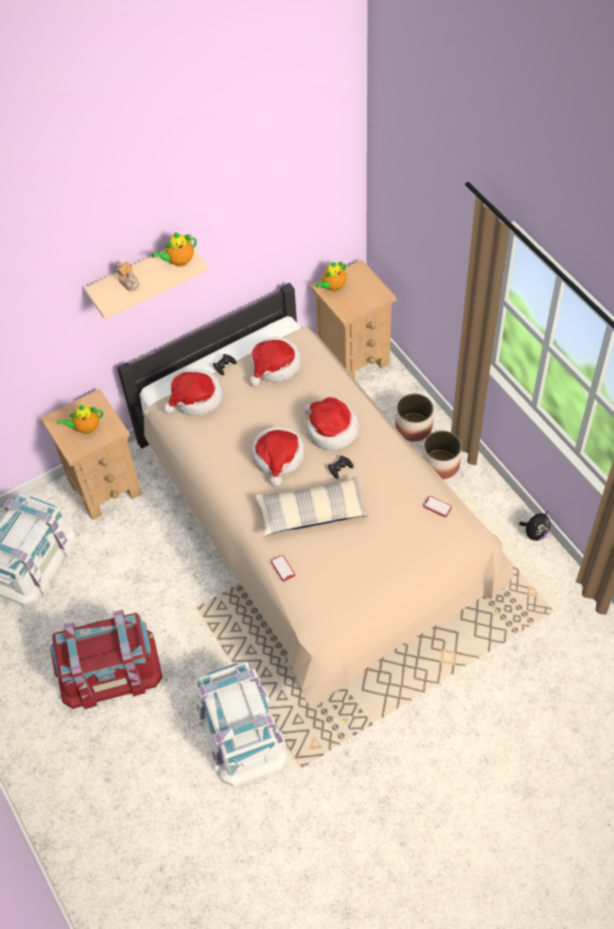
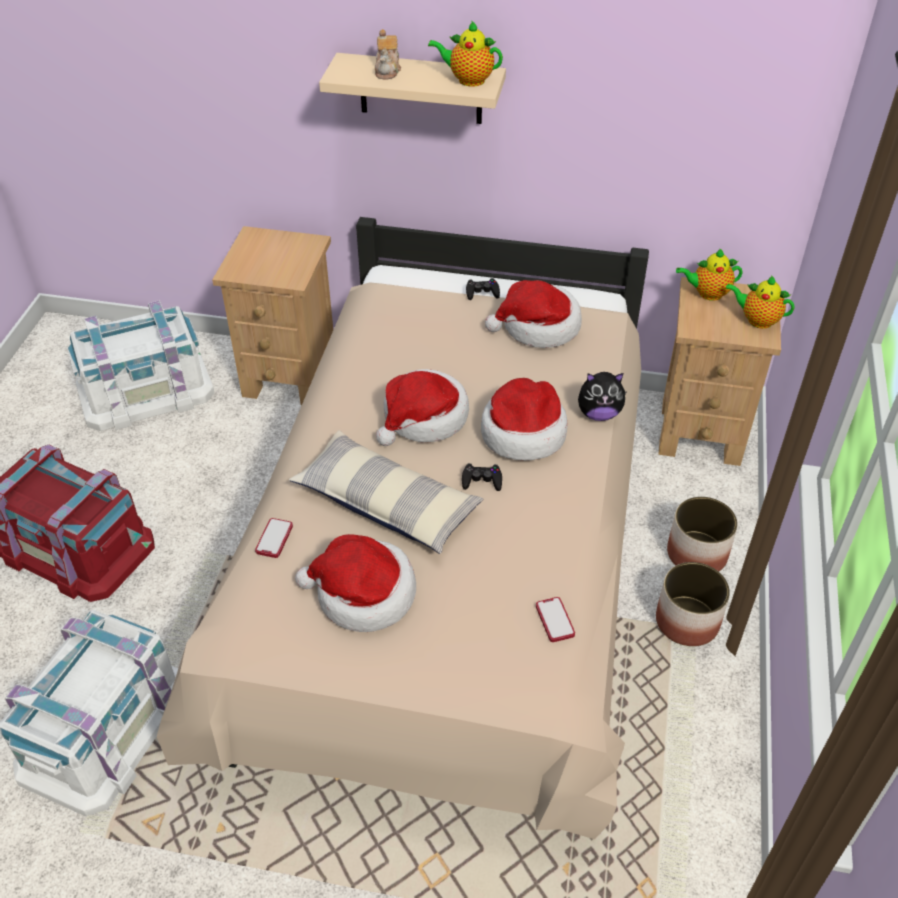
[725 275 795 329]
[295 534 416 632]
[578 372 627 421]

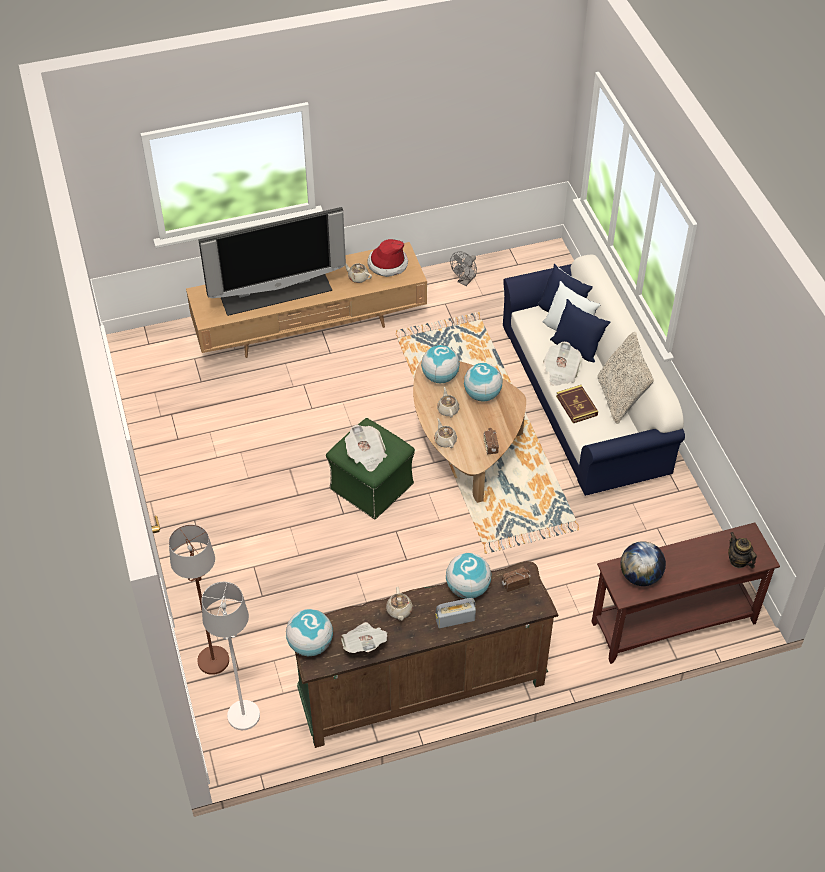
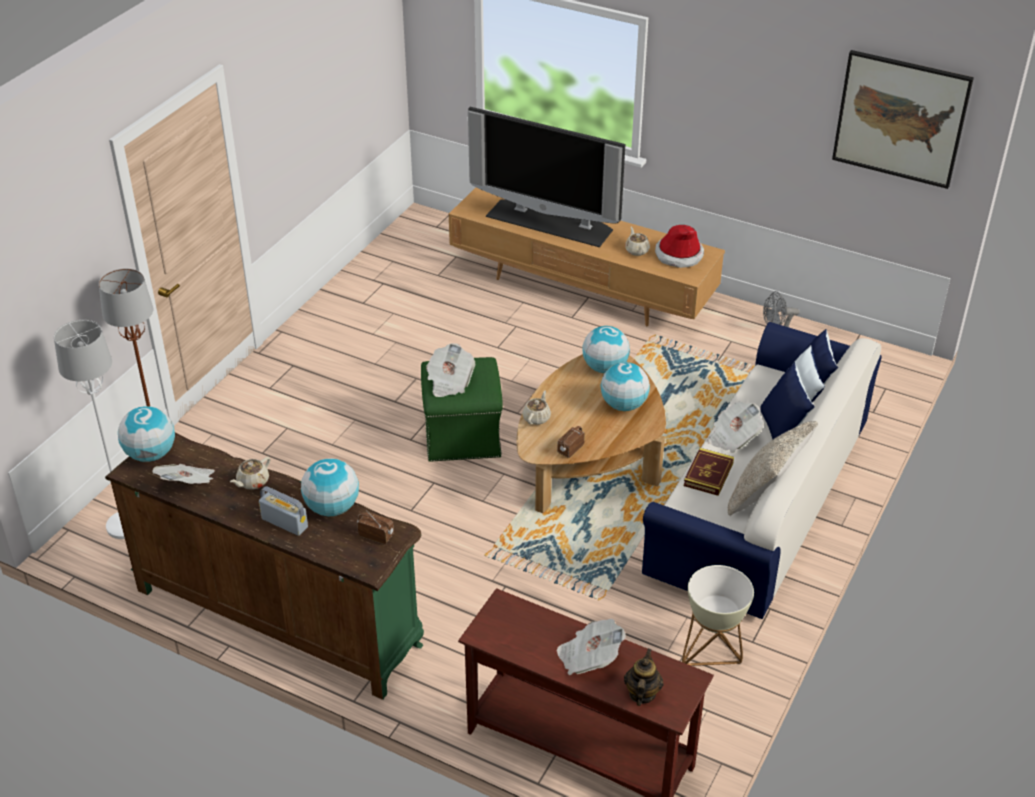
[437 387 459 418] (first image)
[621 541 666 586] (first image)
[557 619 626 675]
[682 565 754 666]
[832 50 974 189]

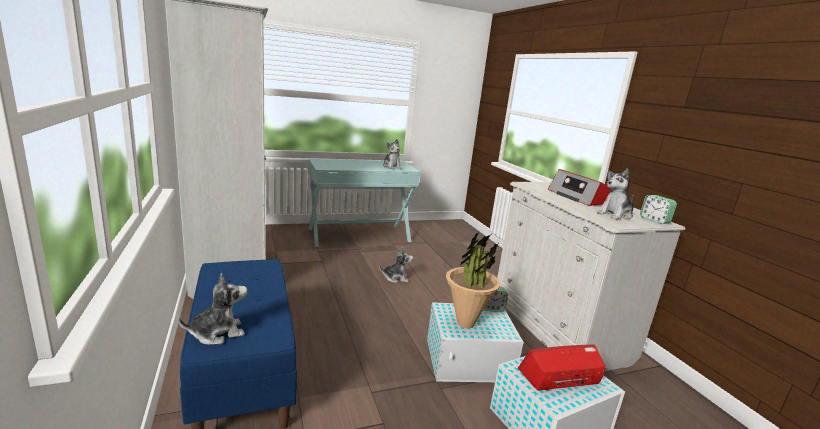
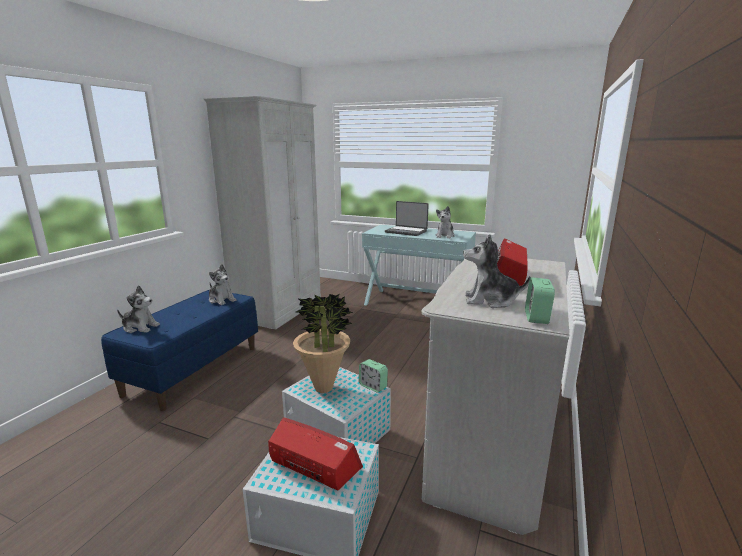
[209 264 236 305]
[385 201 429 236]

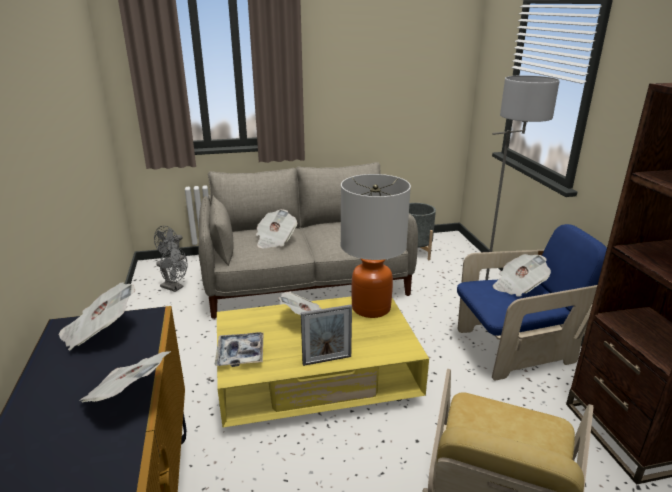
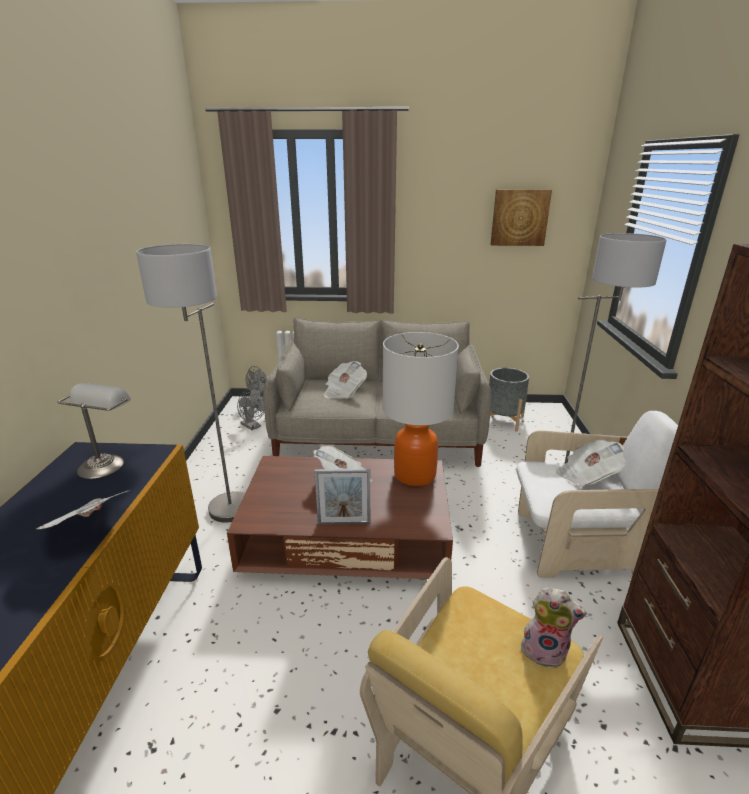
[57 383 131 479]
[215 332 264 367] (first image)
[227 456 453 580]
[516 411 678 578]
[136 244 245 522]
[491 189 552 246]
[521 587 587 669]

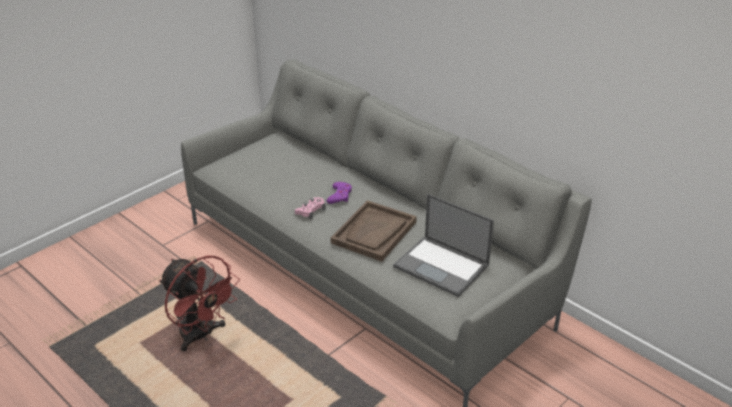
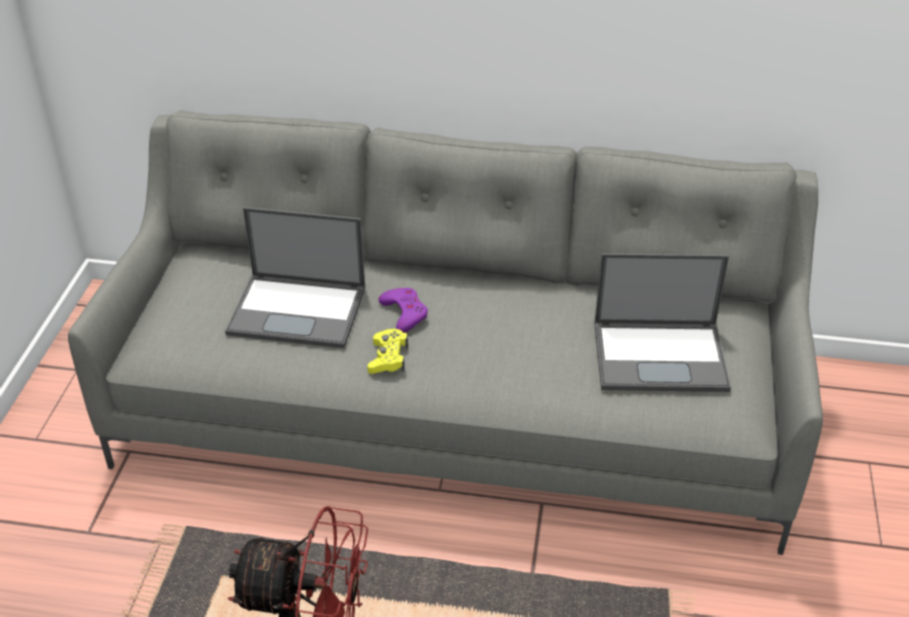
[368 329 408 374]
[331 200 417 262] (first image)
[225 207 365 348]

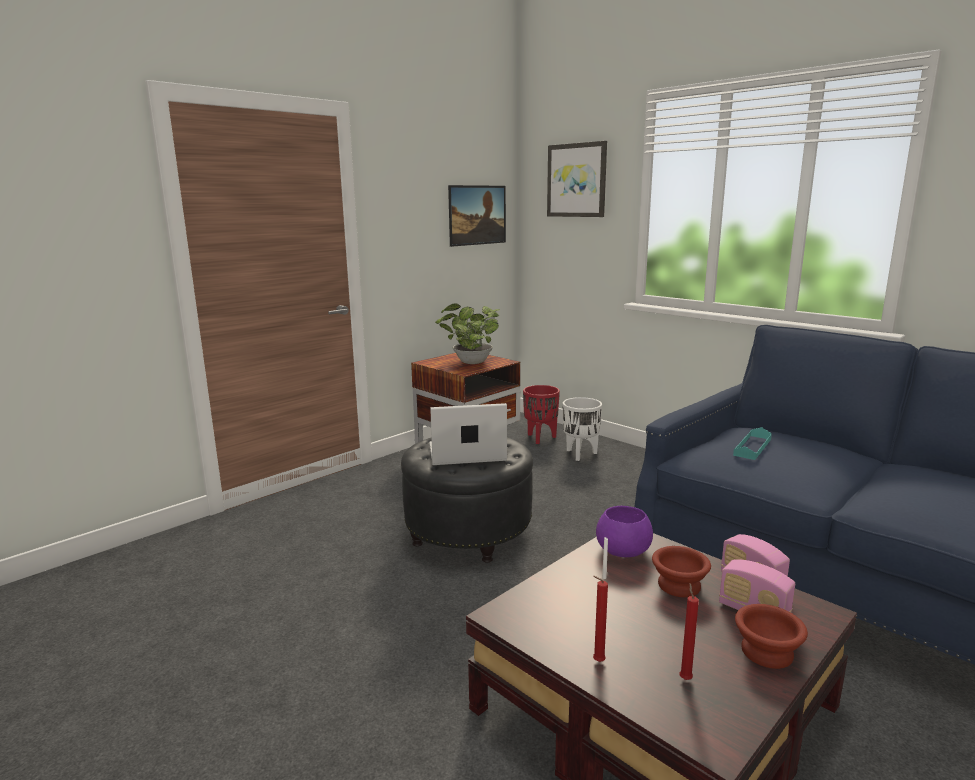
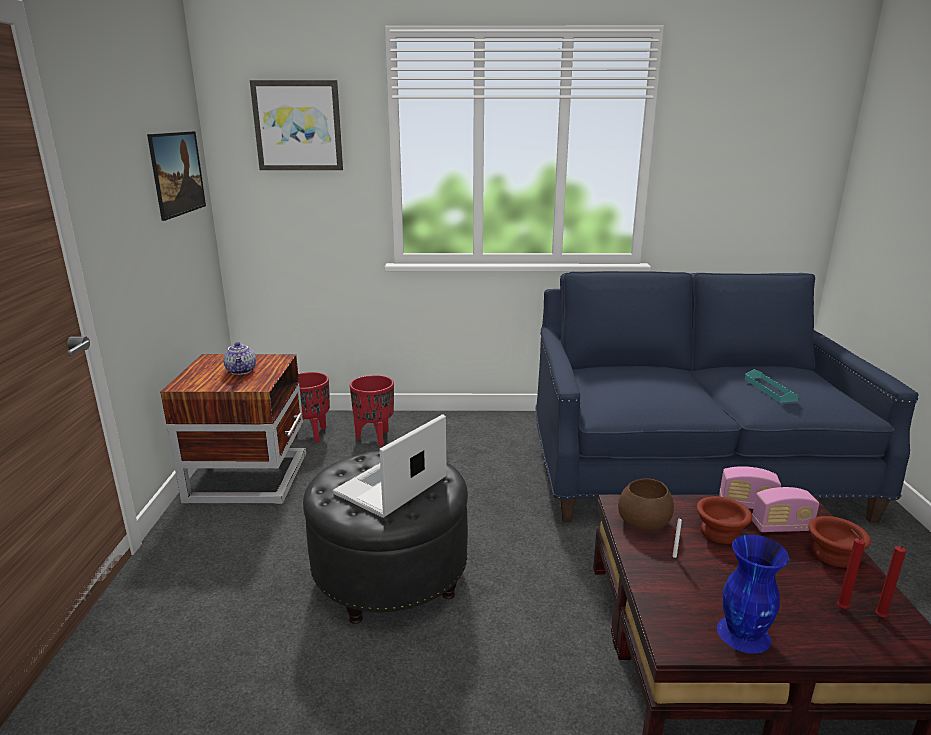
[223 342 256 375]
[350 375 394 447]
[875 545 906 618]
[618 478 674 531]
[745 369 799 403]
[717 534 789 654]

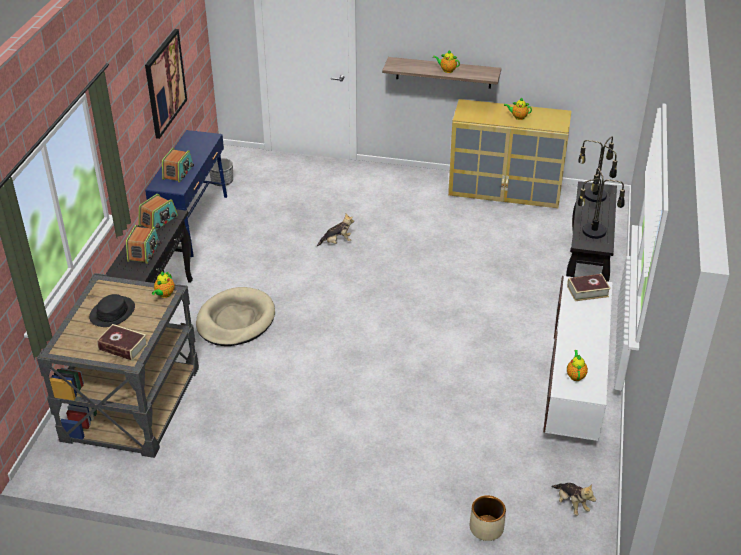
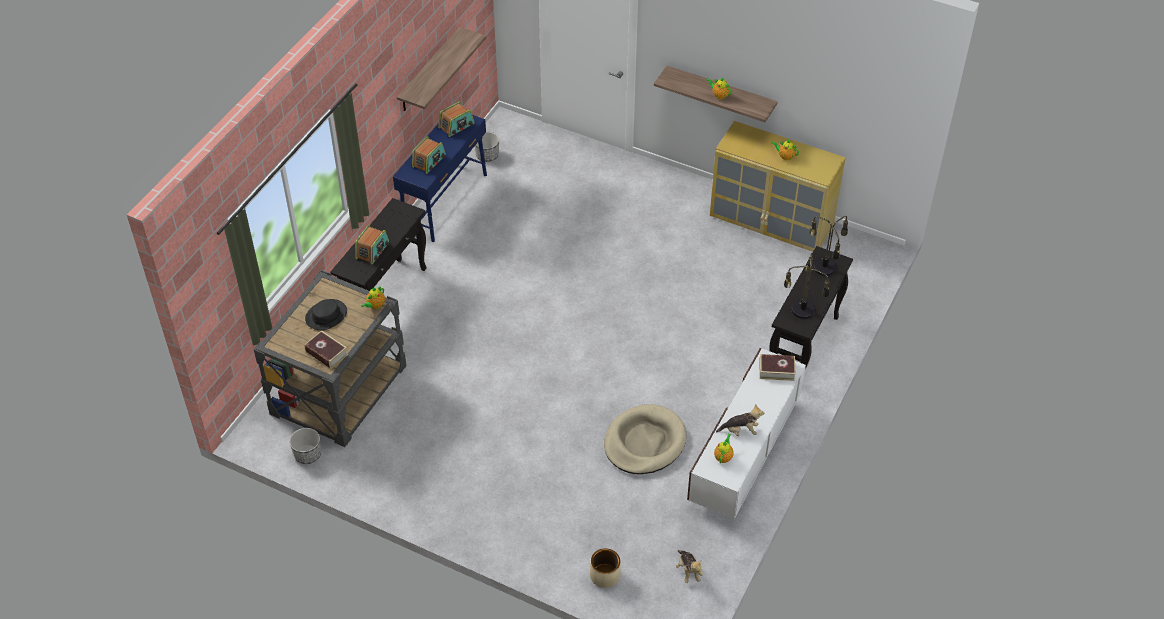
[438 102 475 137]
[397 27 486 111]
[604 404 686 474]
[716 404 764 436]
[289 428 321 464]

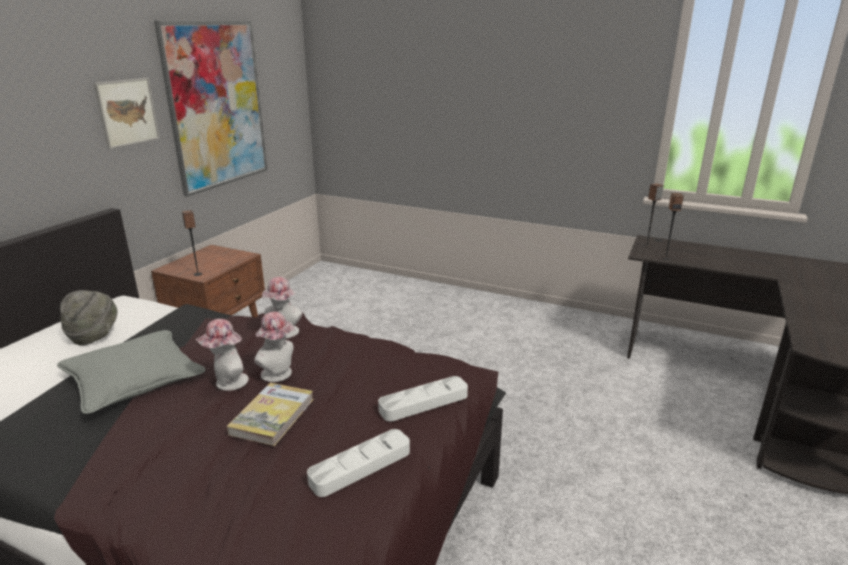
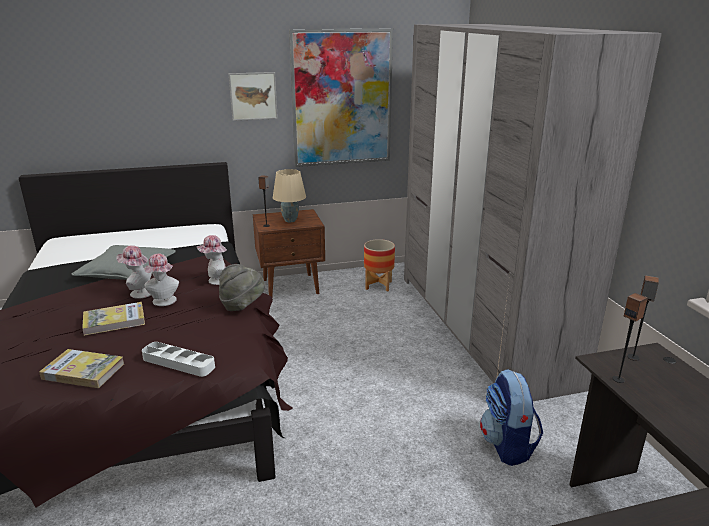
[219 264 265 311]
[39 349 124 388]
[273 169 306 222]
[364 239 395 292]
[404 24 662 401]
[480 369 543 466]

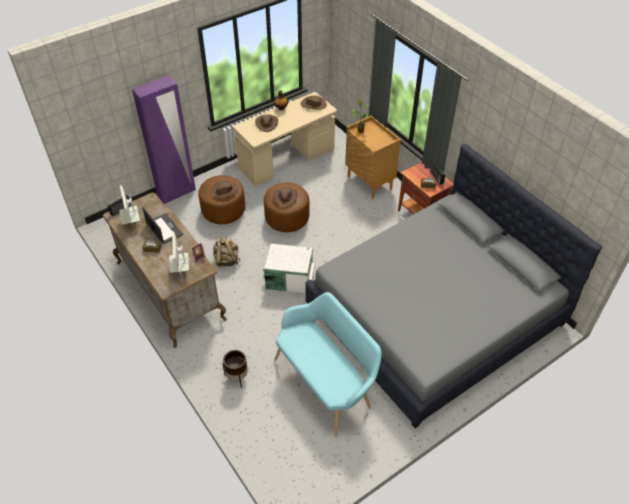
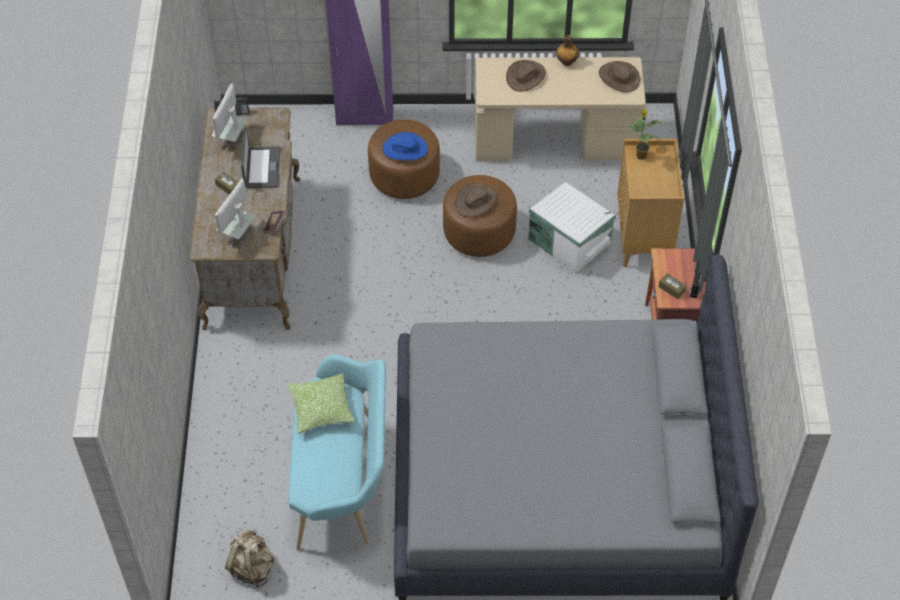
[382 132 428 161]
[225 529 274 587]
[222 350 248 388] (first image)
[528 181 616 274]
[288 373 355 434]

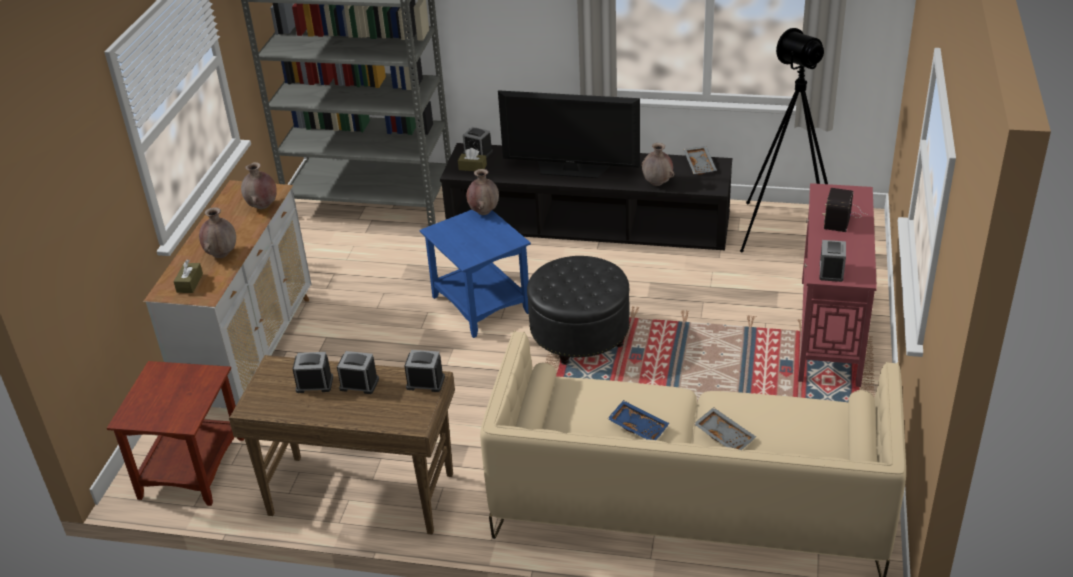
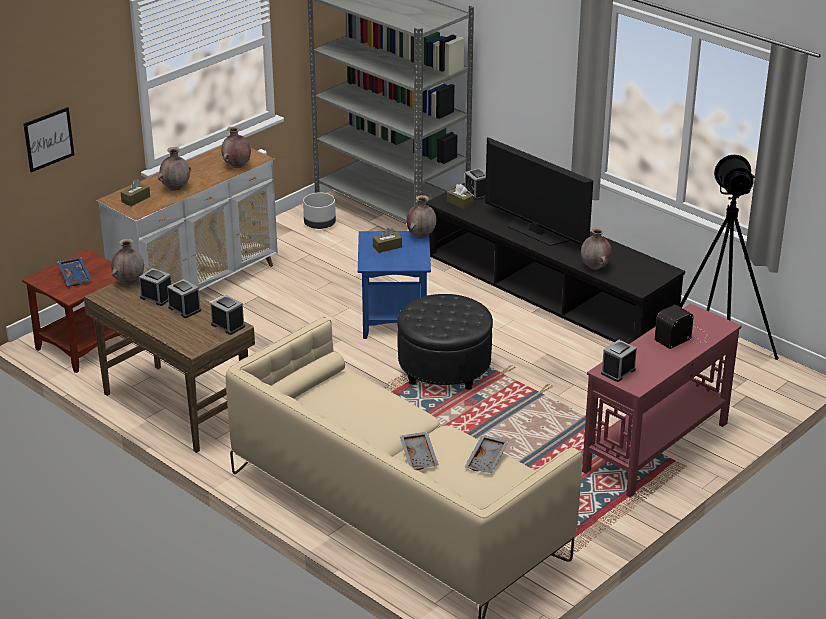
[57 257 92 286]
[464 435 509 473]
[24 107 74 172]
[111 239 144 285]
[303 192 336 229]
[373 228 402 253]

